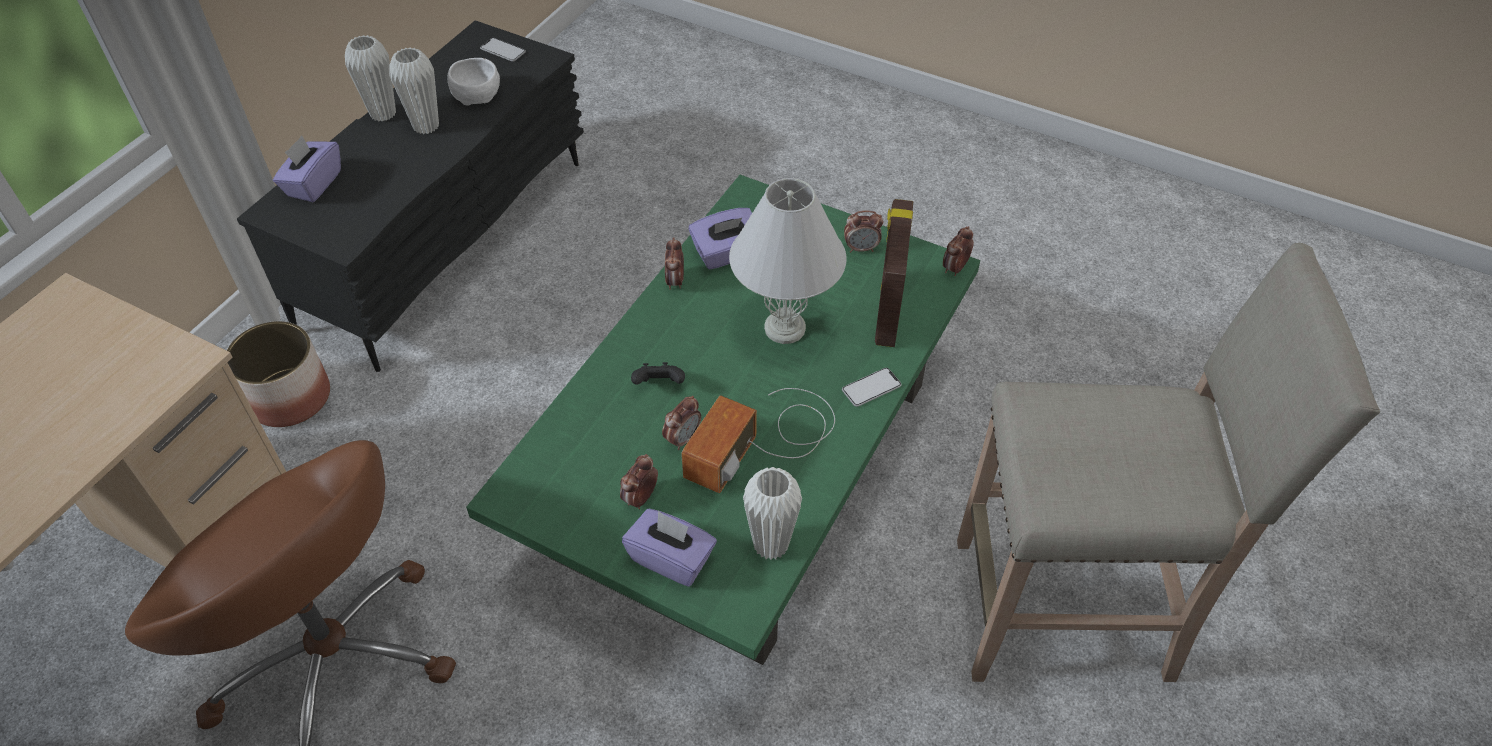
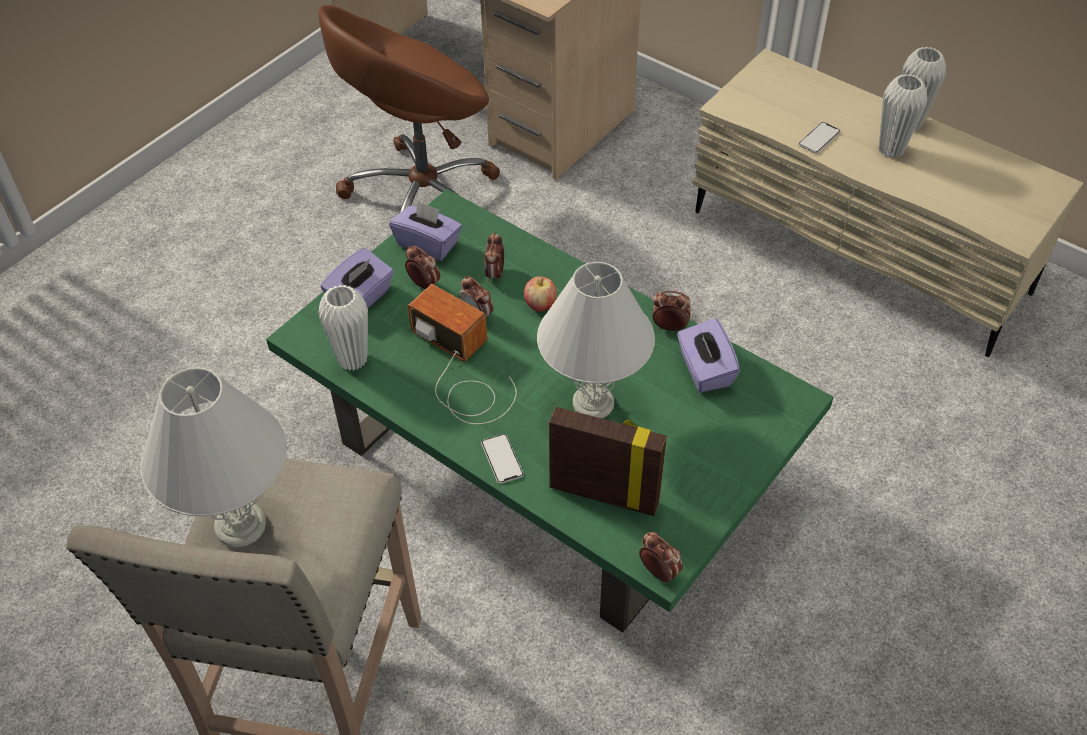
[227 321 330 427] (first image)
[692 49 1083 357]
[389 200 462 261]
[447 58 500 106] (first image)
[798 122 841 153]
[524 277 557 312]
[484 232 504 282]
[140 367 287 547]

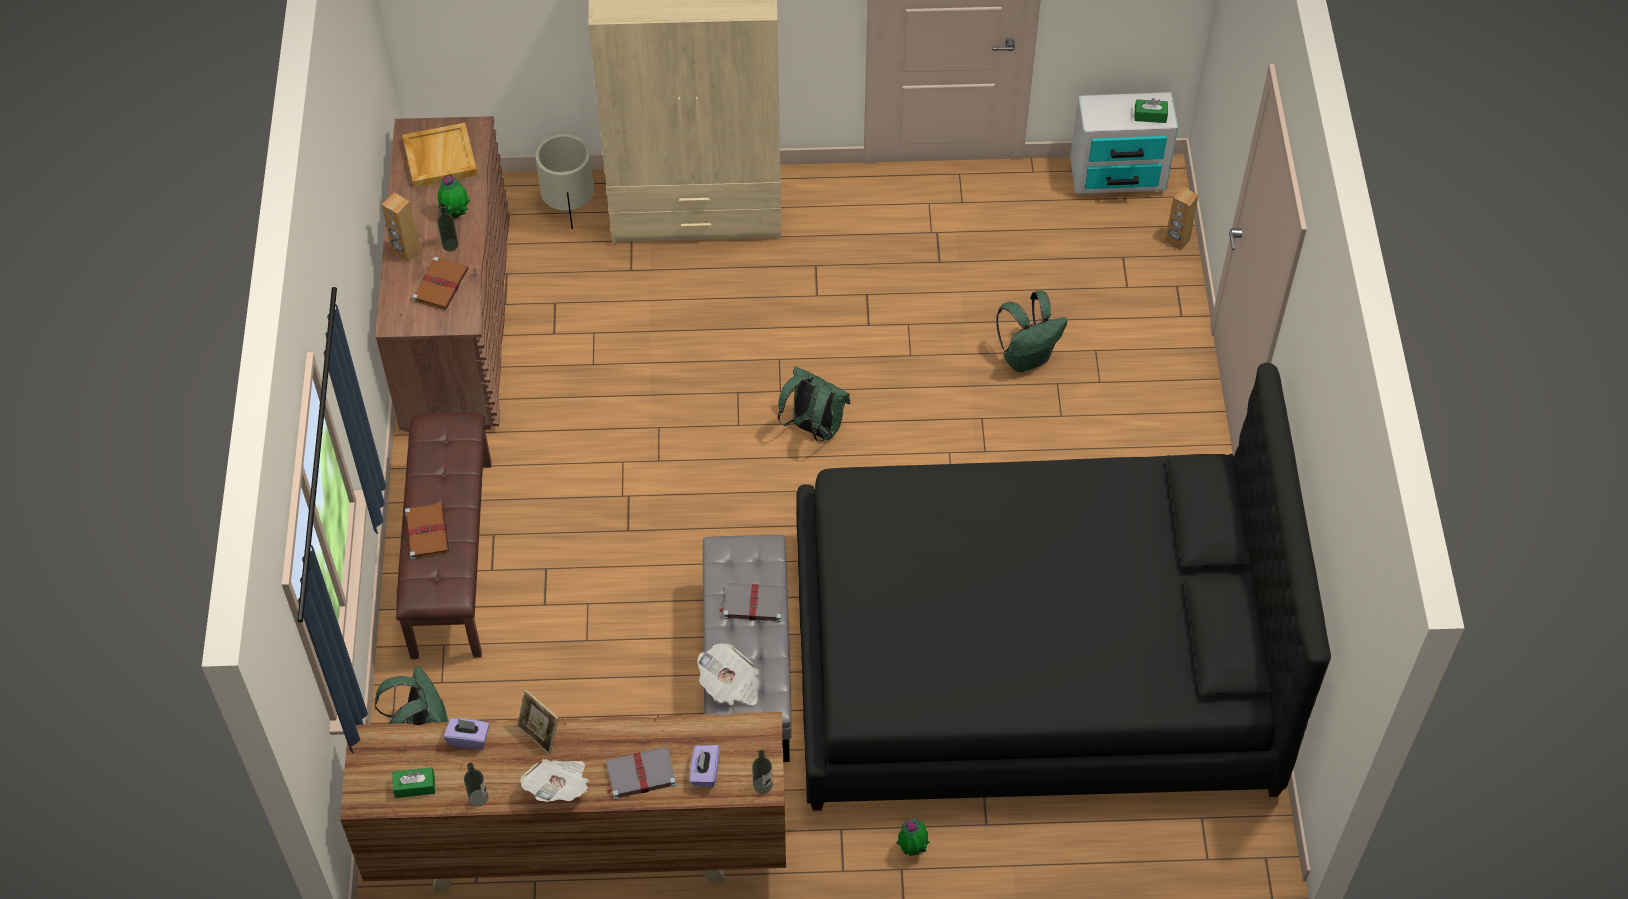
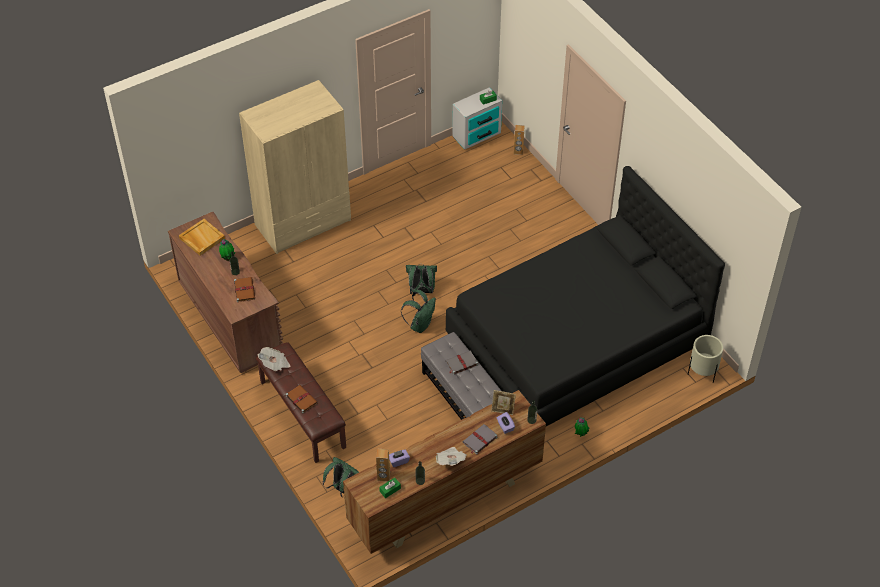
[376 449 390 481]
[491 390 516 415]
[688 335 723 383]
[258 347 290 371]
[401 290 436 333]

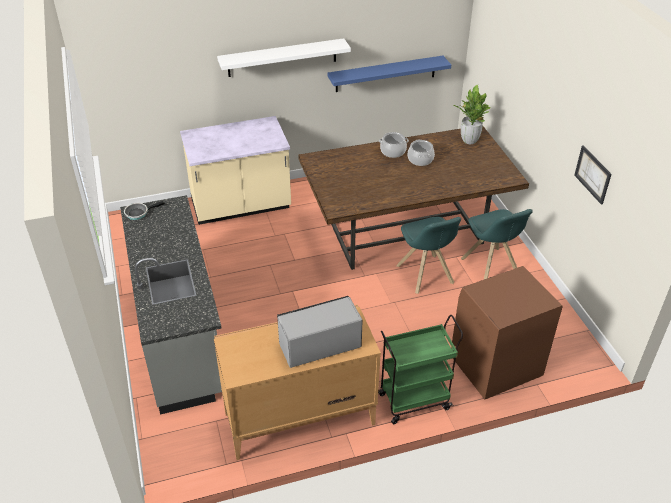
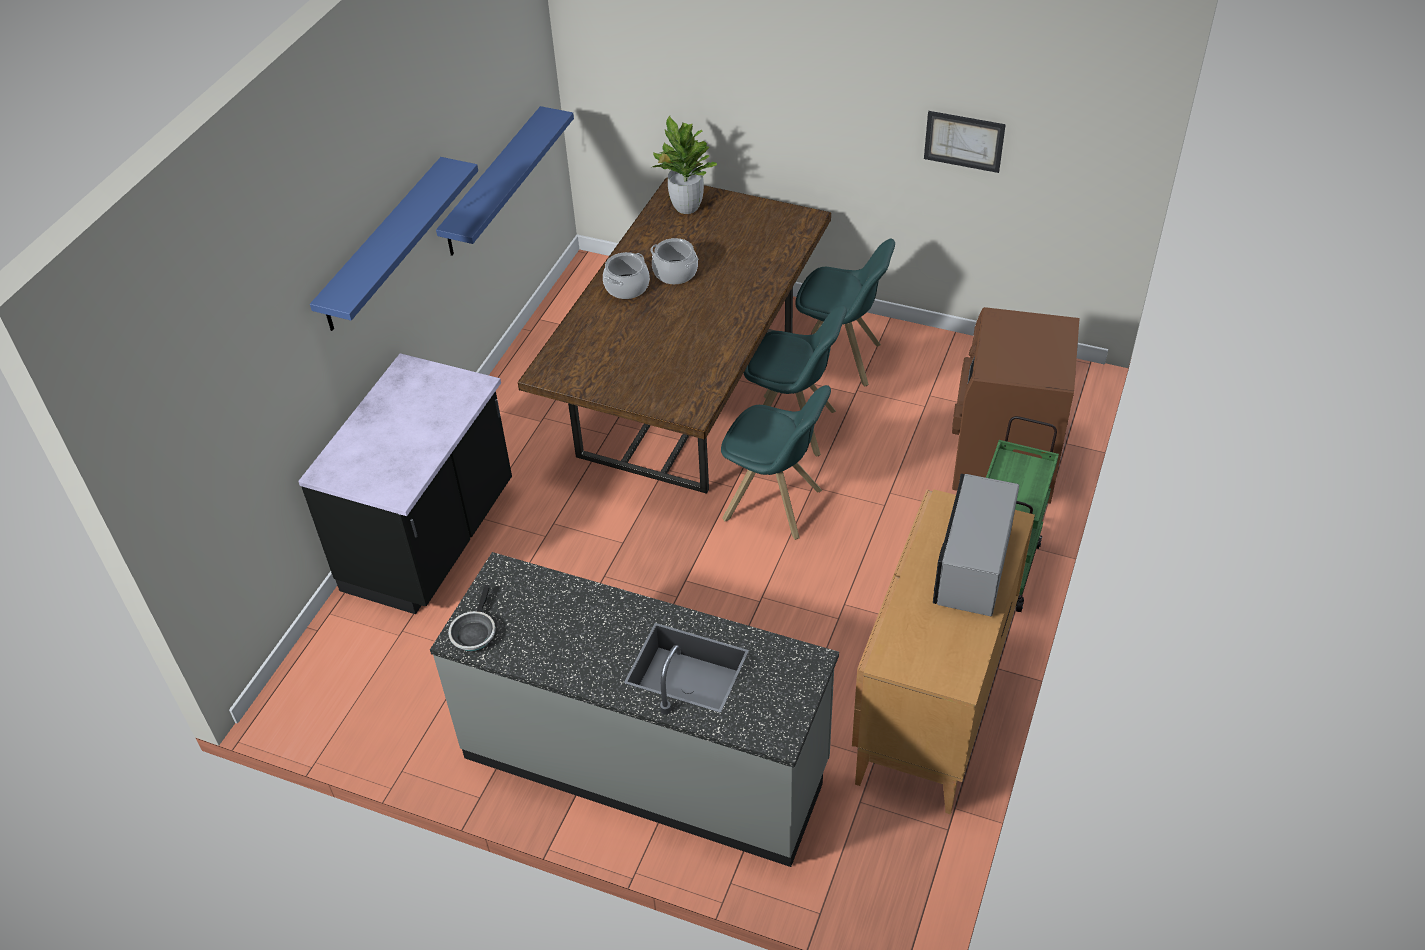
[298 353 512 614]
[310 157 478 331]
[721 385 831 540]

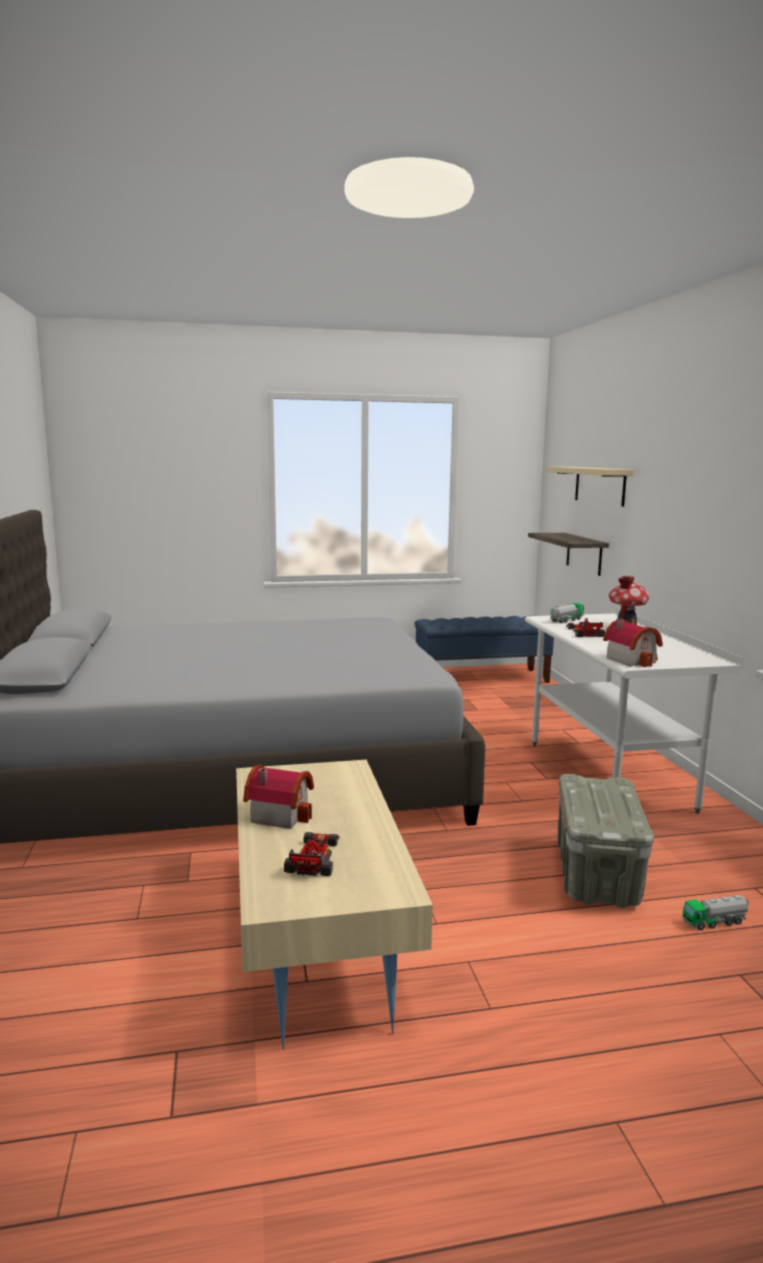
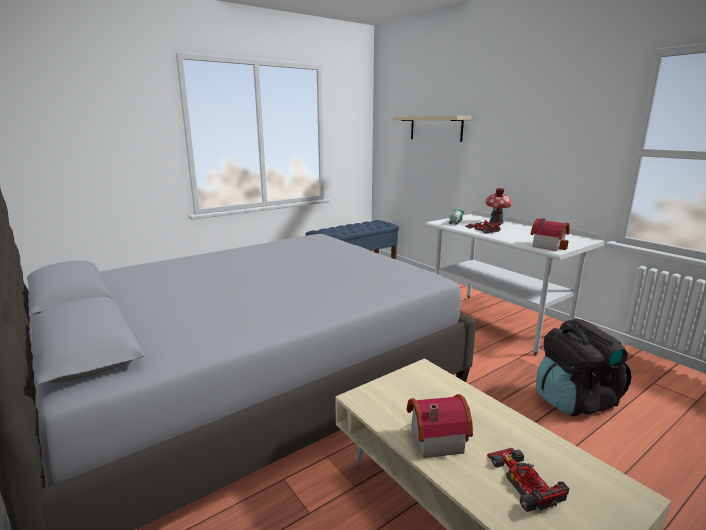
[528 533 609 576] (first image)
[536 319 631 416]
[682 895 749 930] (first image)

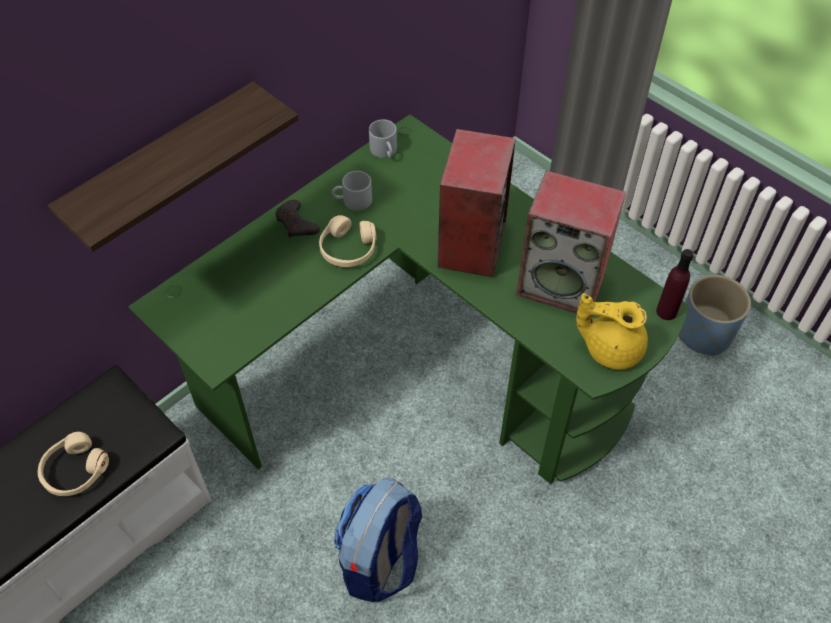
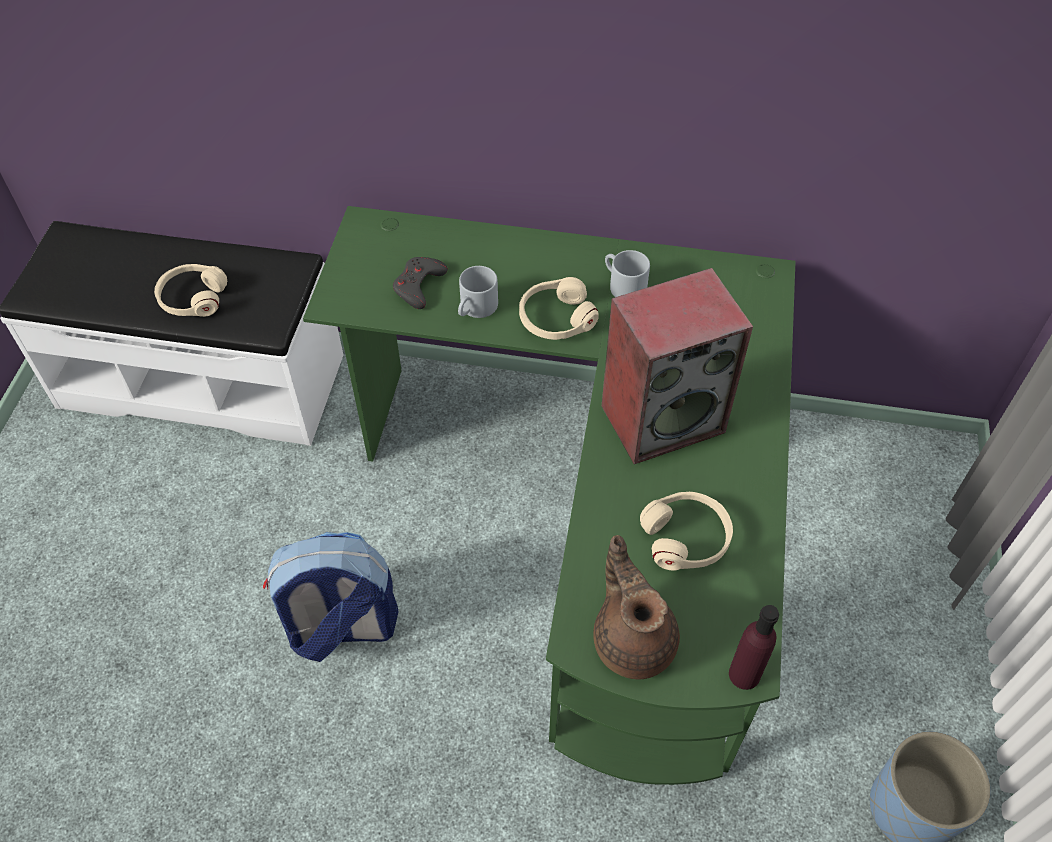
[47 81 299 252] (first image)
[393 257 448 309]
[458 266 498 318]
[640 492 733 571]
[593 535 680 679]

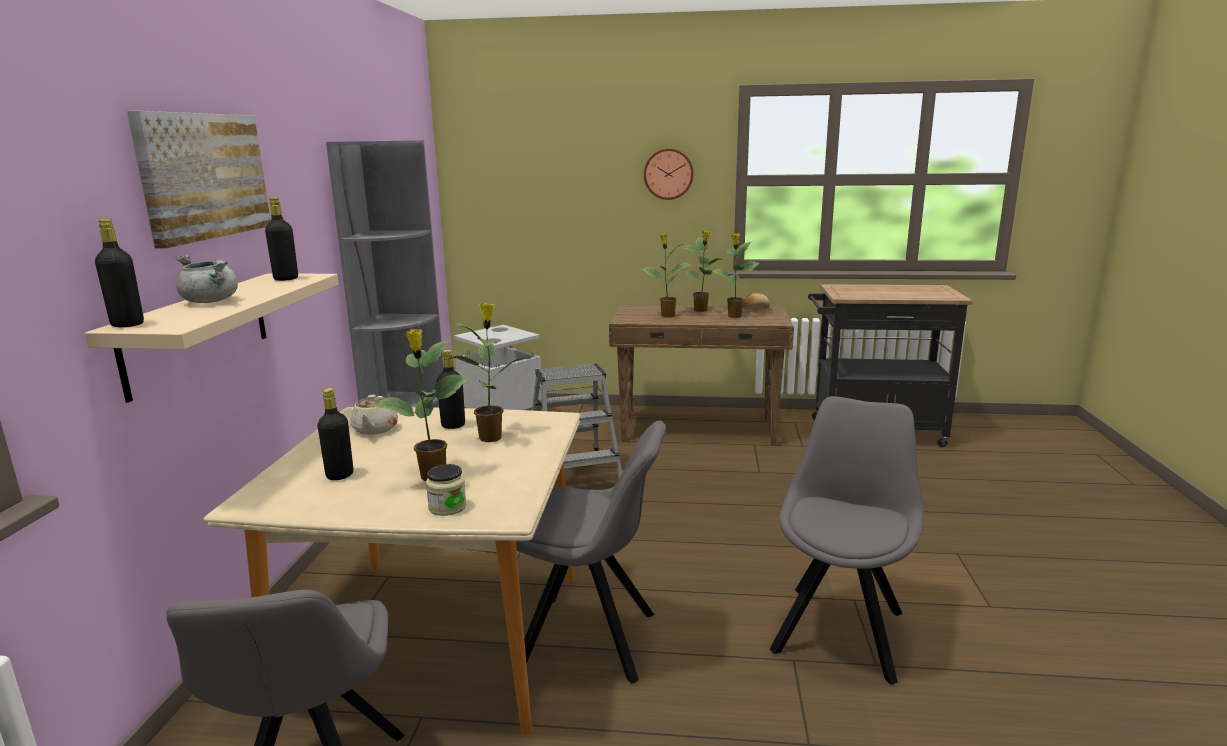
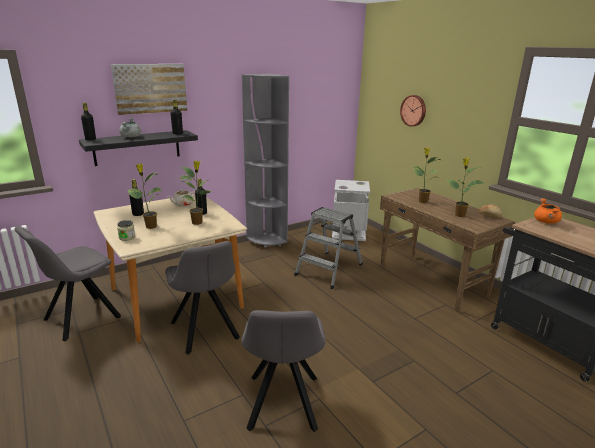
[79 130 198 166]
[400 95 426 127]
[681 230 722 312] (first image)
[241 310 326 432]
[534 198 562 224]

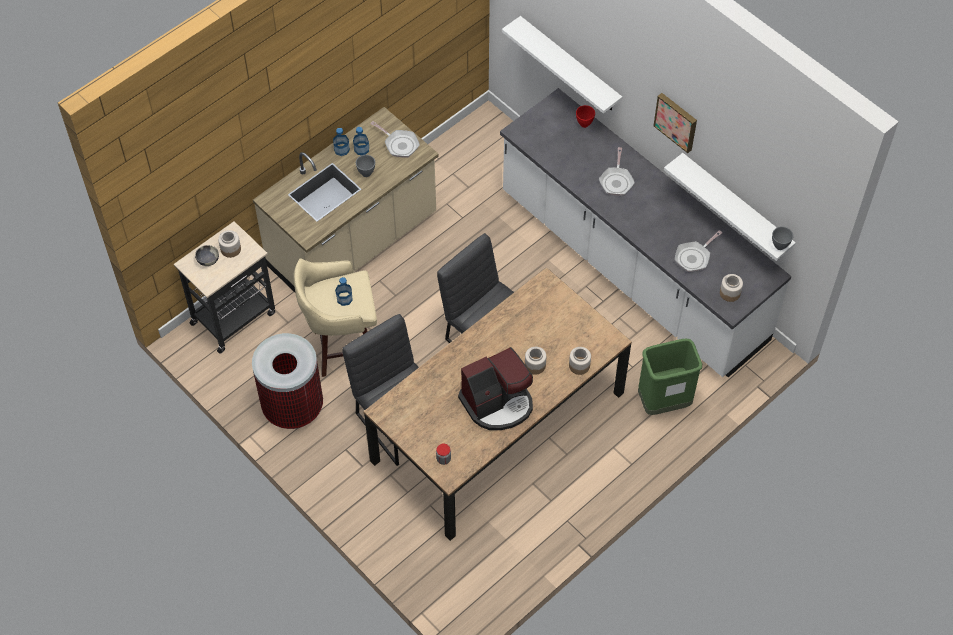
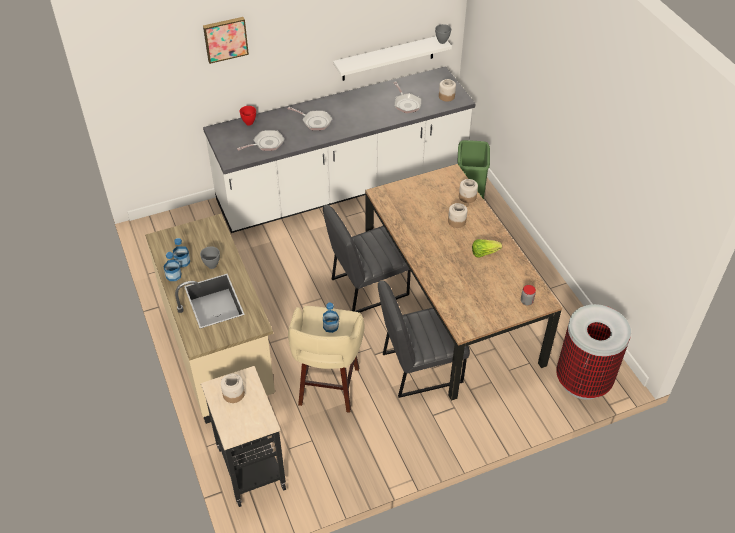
[195 245 219 266] (first image)
[556 304 631 400]
[237 130 284 151]
[472 239 502 258]
[502 16 622 114] (first image)
[203 17 249 64]

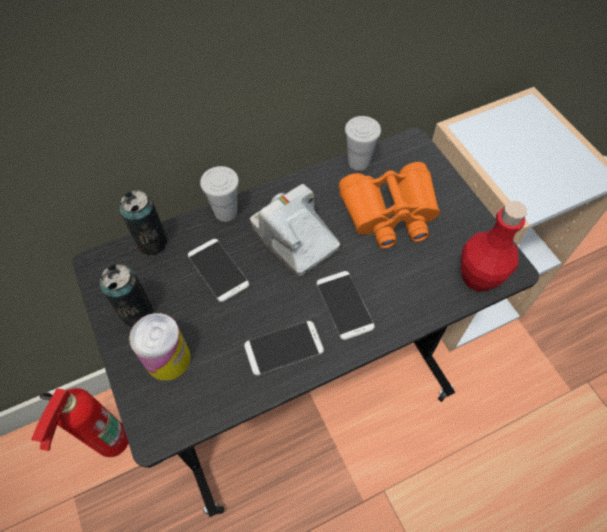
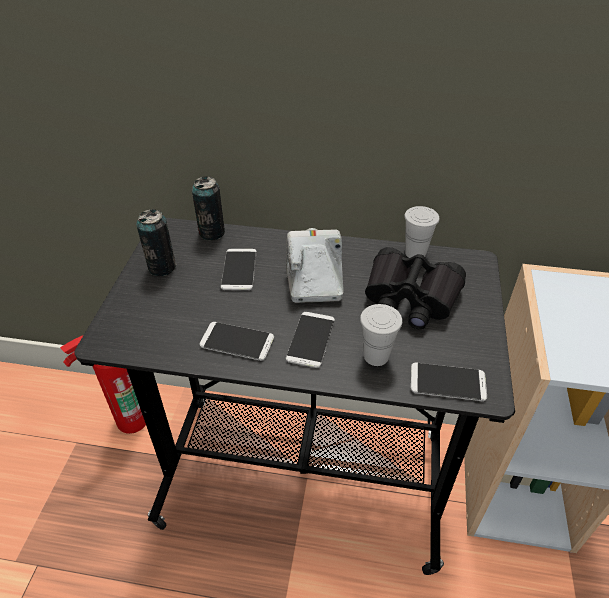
[129 313 191 381] (first image)
[360 304 402 366]
[365 247 466 329]
[411 363 487 401]

